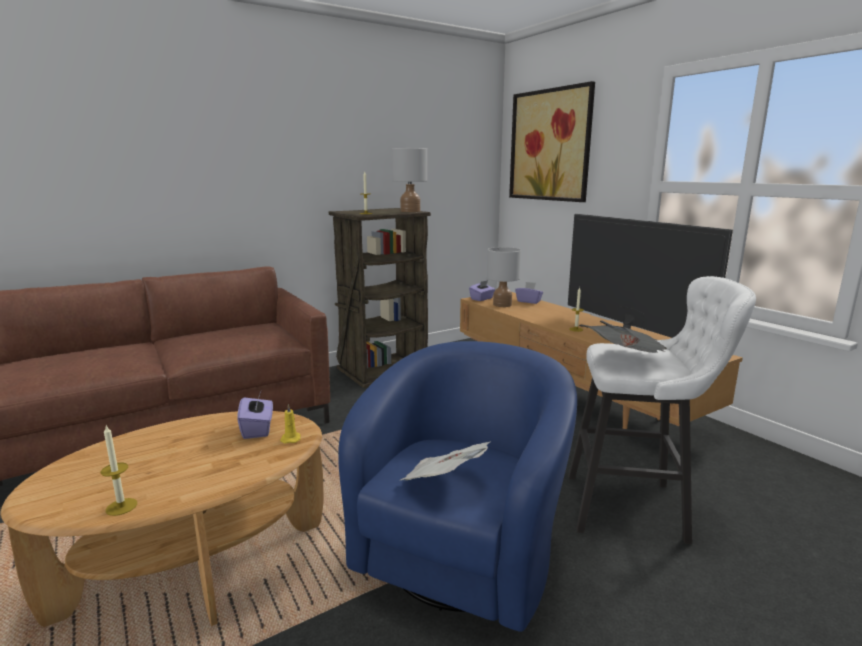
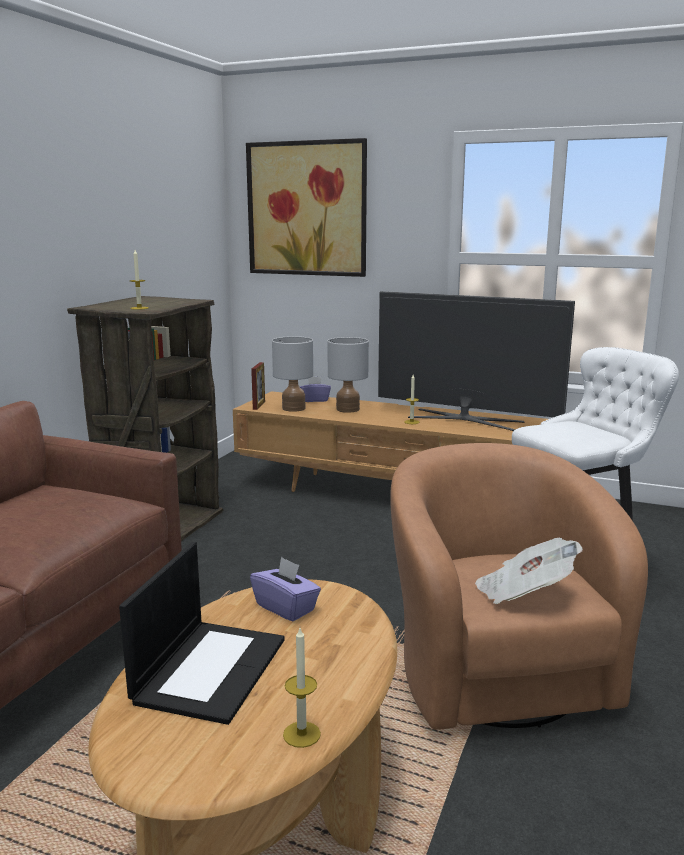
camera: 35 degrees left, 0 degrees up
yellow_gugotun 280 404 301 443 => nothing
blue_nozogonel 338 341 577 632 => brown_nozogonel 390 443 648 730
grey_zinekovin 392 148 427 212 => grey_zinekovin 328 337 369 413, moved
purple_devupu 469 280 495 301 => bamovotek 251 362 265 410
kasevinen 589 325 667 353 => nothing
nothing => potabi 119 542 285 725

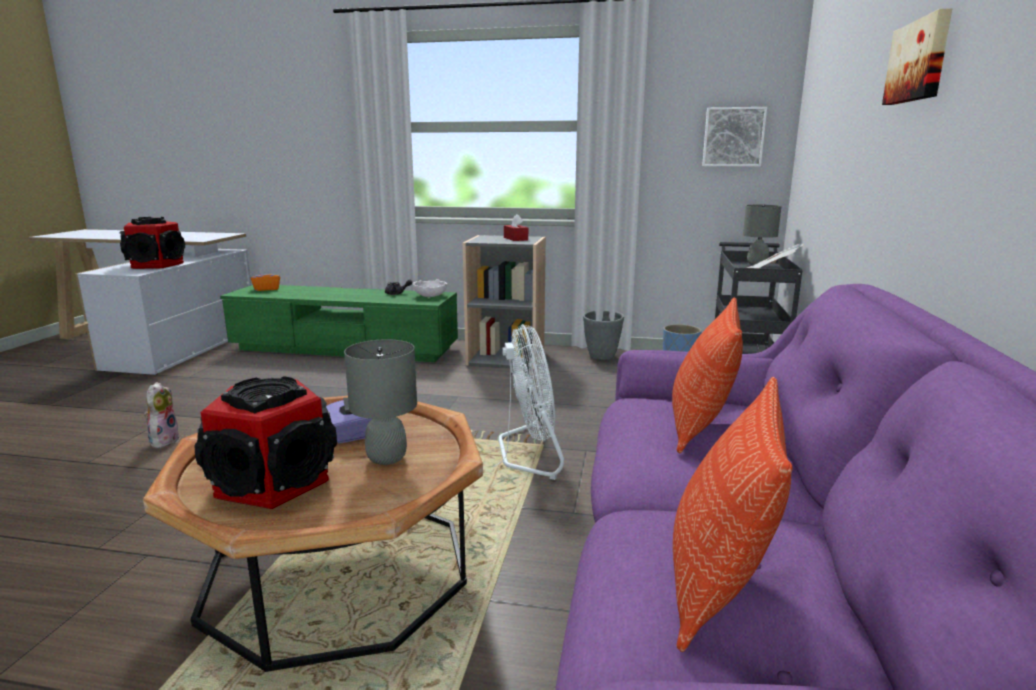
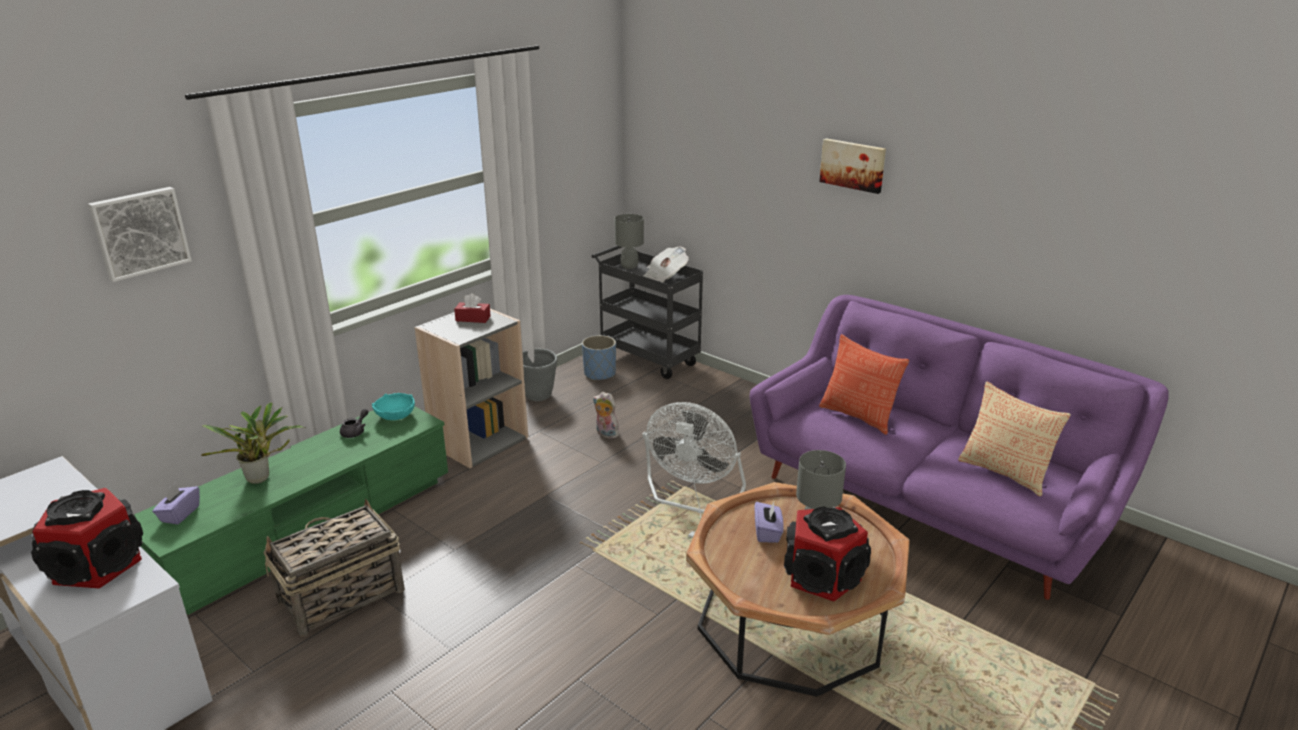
camera: 60 degrees left, 10 degrees up
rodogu 144 382 181 448 => rodogu 593 392 619 439, moved
orange_devupu 251 268 280 291 => purple_devupu 152 483 200 524
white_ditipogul 412 279 447 297 => turquoise_ditipogul 372 393 415 420
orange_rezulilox 673 377 793 652 => beige_rezulilox 958 382 1071 496
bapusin 702 107 767 167 => bapusin 88 187 192 282, moved
nothing => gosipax 201 402 305 484
nothing => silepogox 264 499 405 637

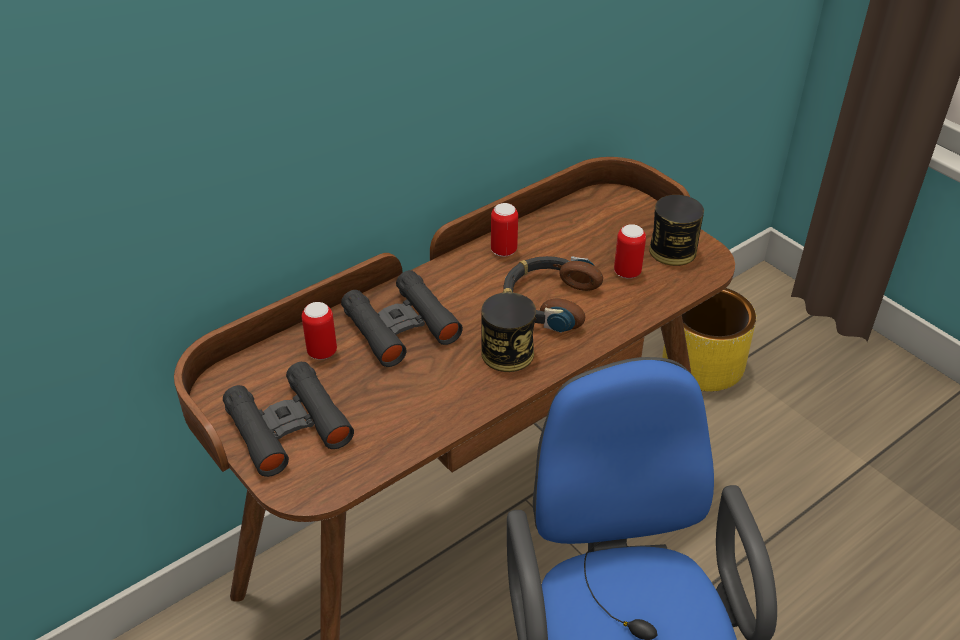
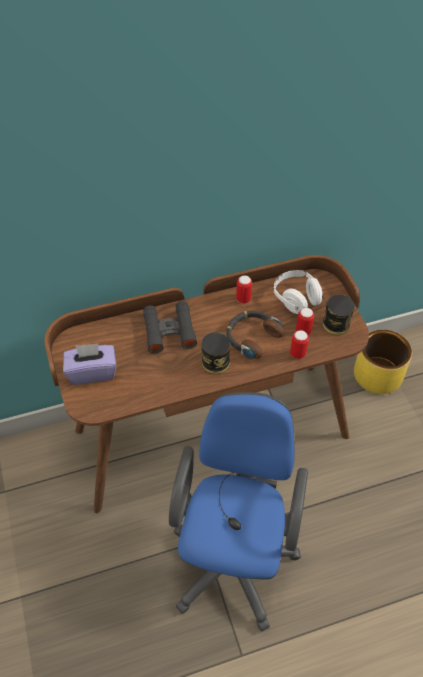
camera: 20 degrees right, 10 degrees up
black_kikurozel 223 362 354 477 => purple_devupu 63 343 116 385
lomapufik 302 302 337 360 => lomapufik 290 330 309 359, moved
nothing => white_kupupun 273 270 324 314

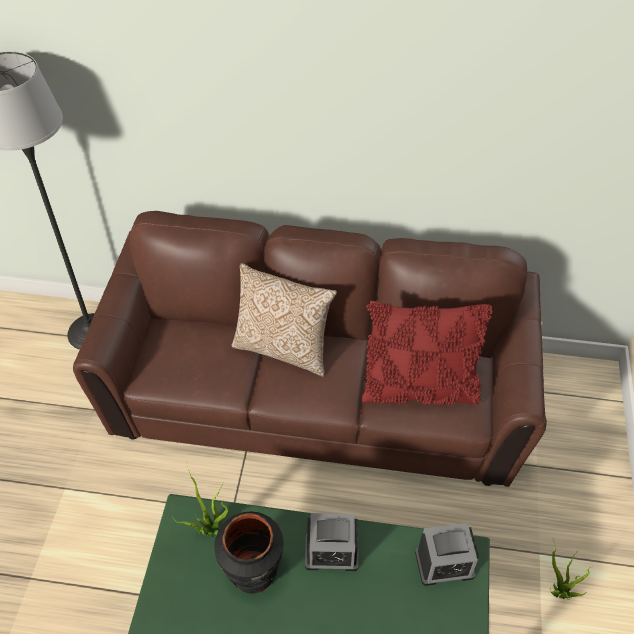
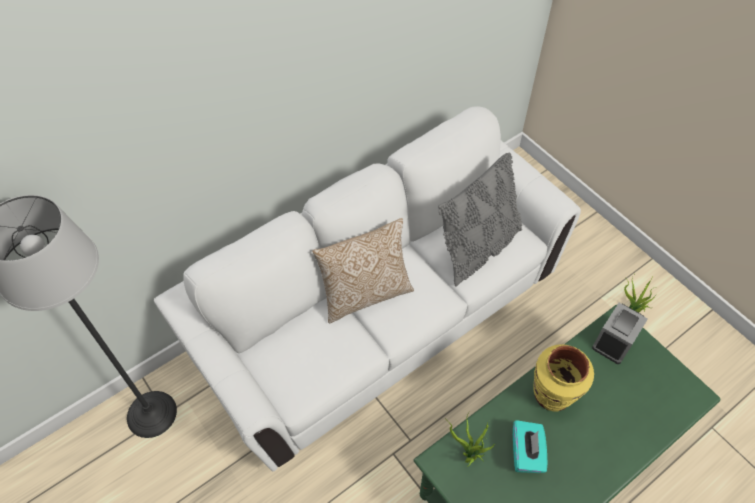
camera: 45 degrees left, 5 degrees up
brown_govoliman 73 211 547 487 => white_govoliman 154 106 581 471
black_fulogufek 214 512 284 594 => turquoise_devupu 513 420 547 473
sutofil 305 513 359 571 => yellow_fulogufek 534 344 594 412
red_rezulilox 362 301 493 406 => grey_rezulilox 438 153 522 287

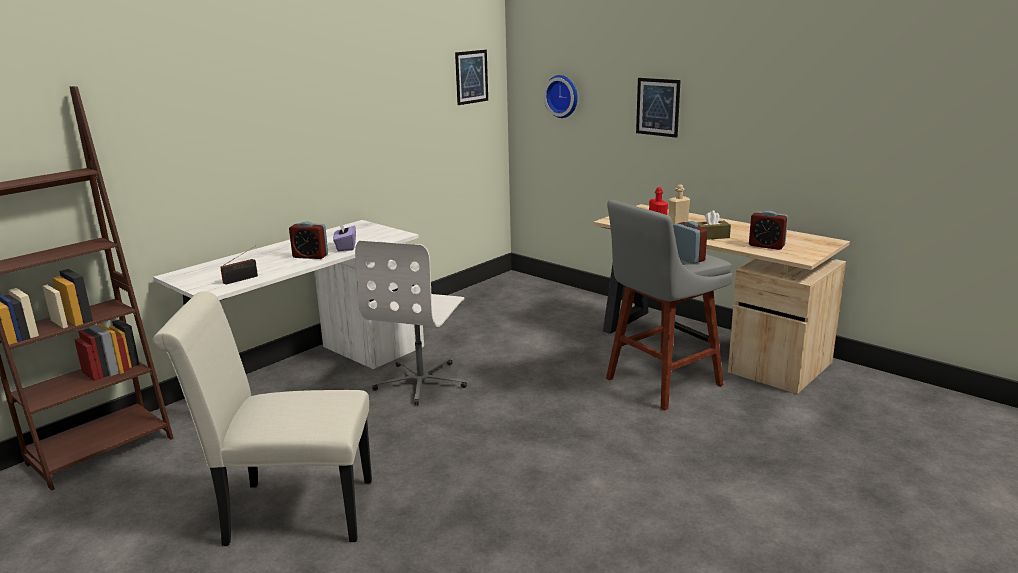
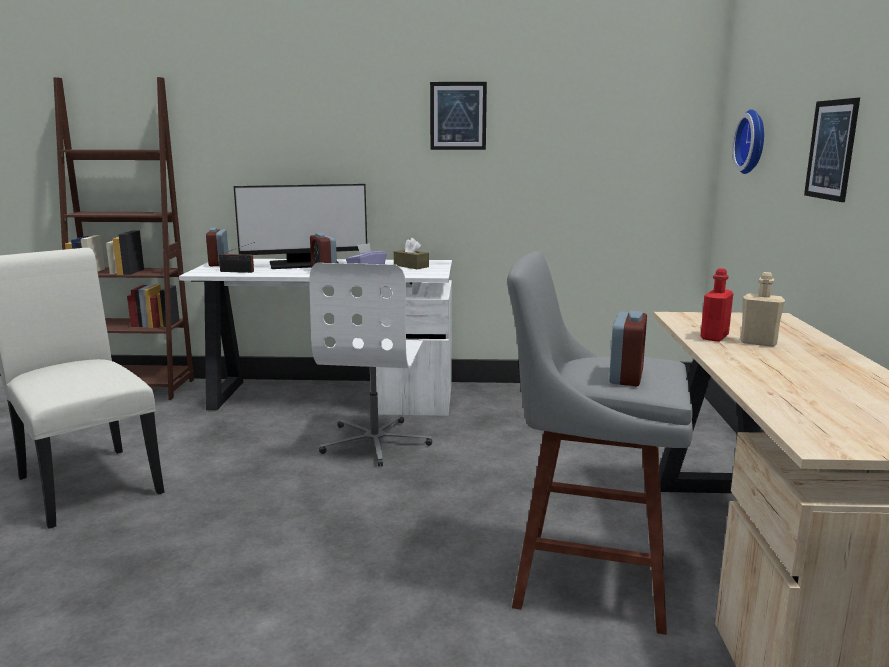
camera: 50 degrees right, 5 degrees down
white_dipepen 355 240 467 405 => white_dipepen 309 263 432 467, 60 degrees counterclockwise
bapusin 455 50 488 105 => bapusin 430 82 487 150, moved
brown_devupu 696 210 731 240 => brown_devupu 394 238 429 269, moved
sutofil 749 211 788 250 => sutofil 206 227 229 266, moved
nothing => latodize 234 184 367 269

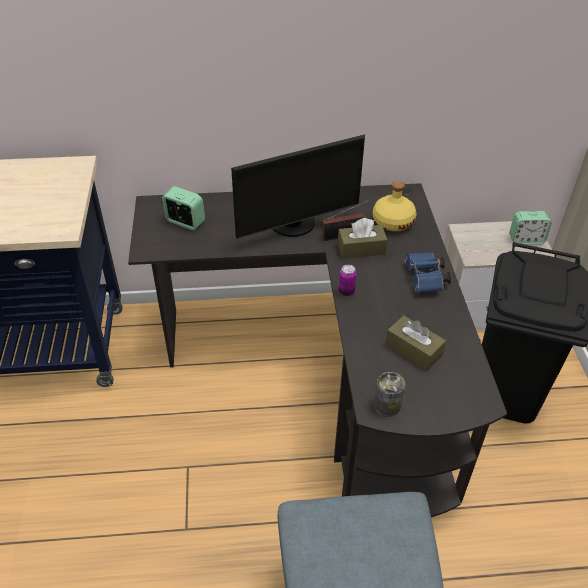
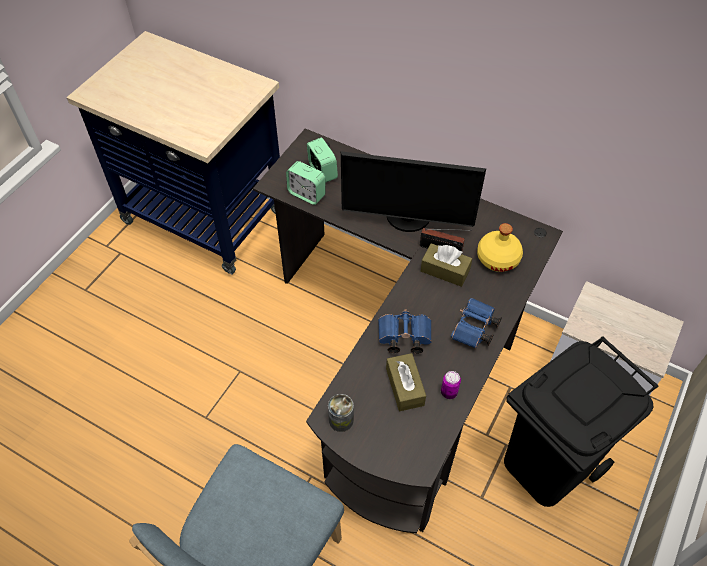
camera: 35 degrees right, 10 degrees up
lomapufik 339 265 357 296 => lomapufik 441 371 461 399, moved
sutofil 509 211 552 245 => sutofil 286 161 326 205, moved
nothing => blue_kikurozel 378 310 431 354

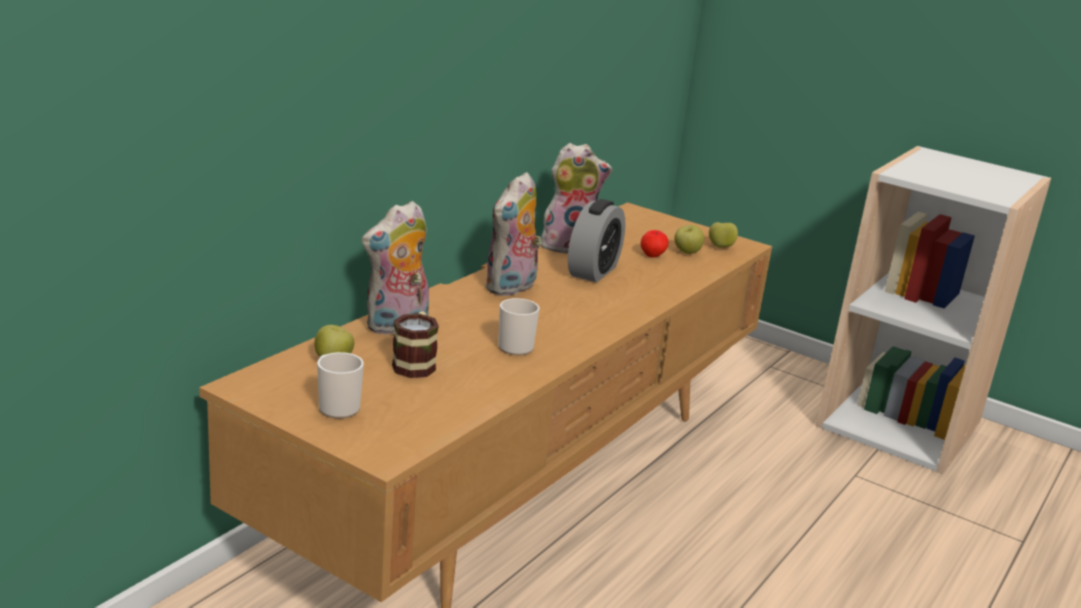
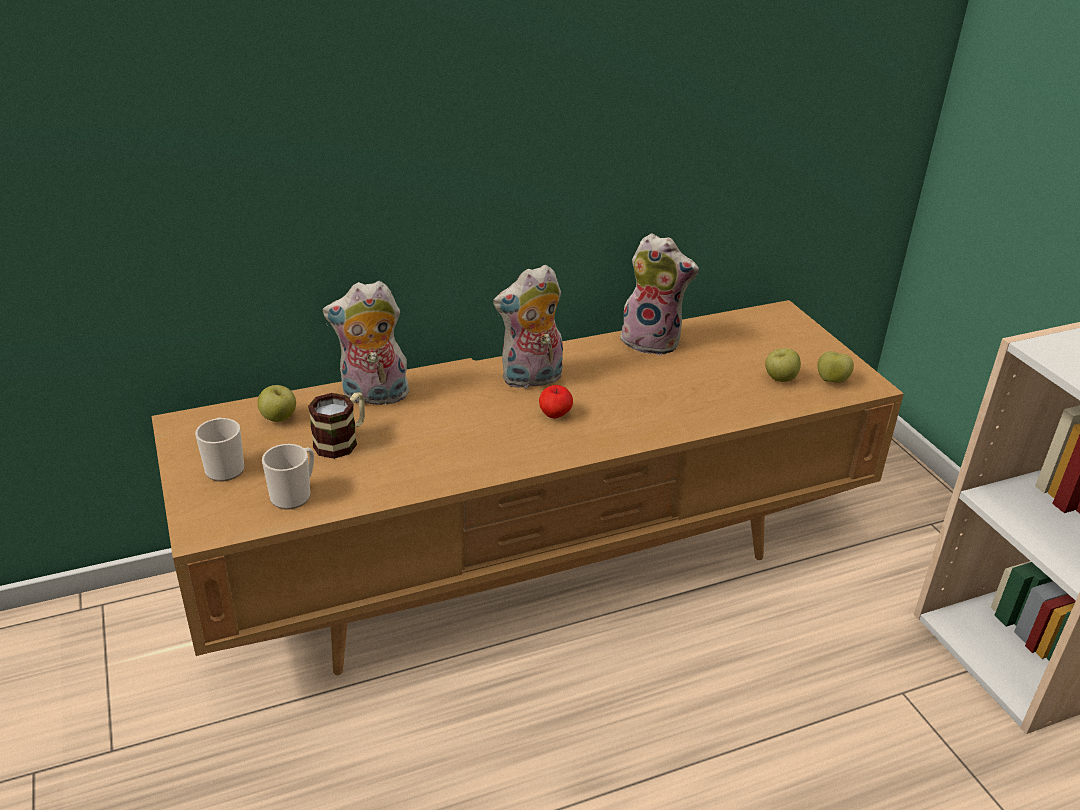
camera: 35 degrees right, 10 degrees up
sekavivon 498 298 540 355 => sekavivon 262 444 314 510, moved
sutofil 568 199 625 283 => nothing
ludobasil 640 230 669 258 => ludobasil 539 385 573 418, moved

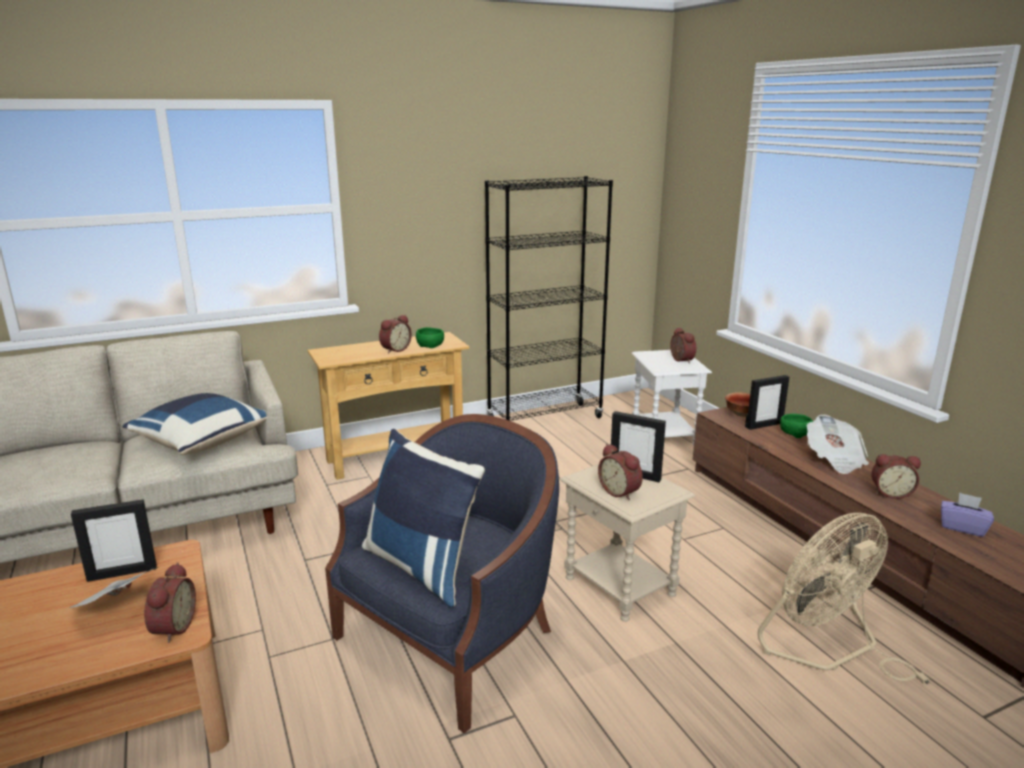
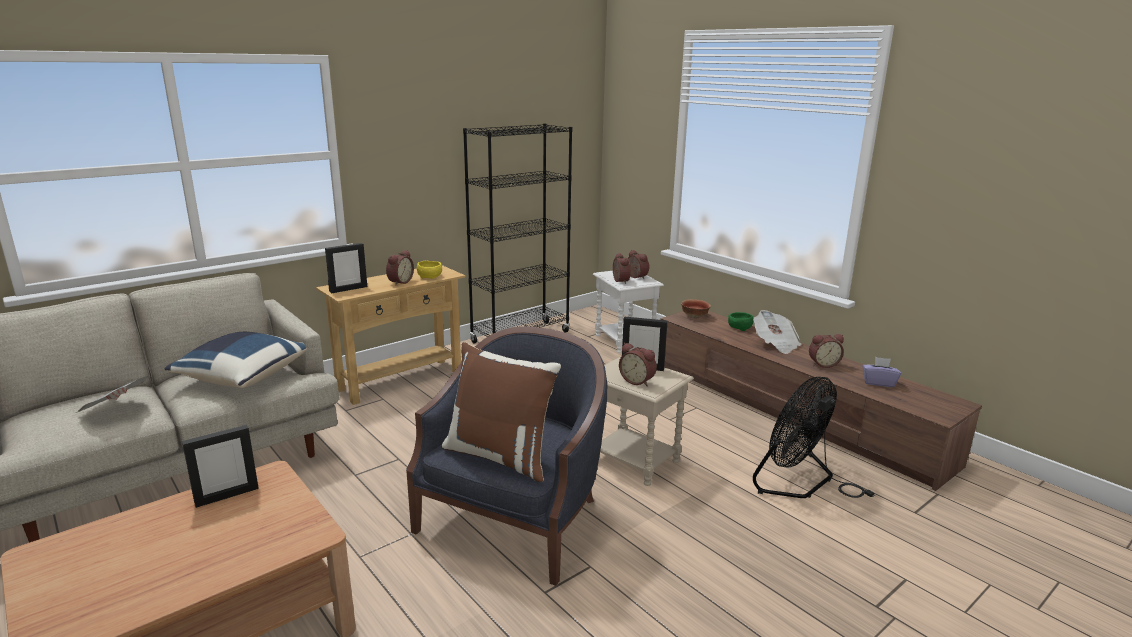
camera: 15 degrees left, 0 degrees up
kasevinen 70 567 158 608 => kasevinen 76 376 148 413, moved
sutofil 144 562 196 643 => sutofil 613 253 631 284, moved
blue_rezulilox 362 429 485 607 => brown_rezulilox 441 342 561 482
green_ditipogul 416 327 444 348 => yellow_ditipogul 417 261 442 279
bamovotek 745 375 789 430 => bamovotek 325 243 367 293, moved
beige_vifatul 758 513 930 684 => black_vifatul 753 377 874 498

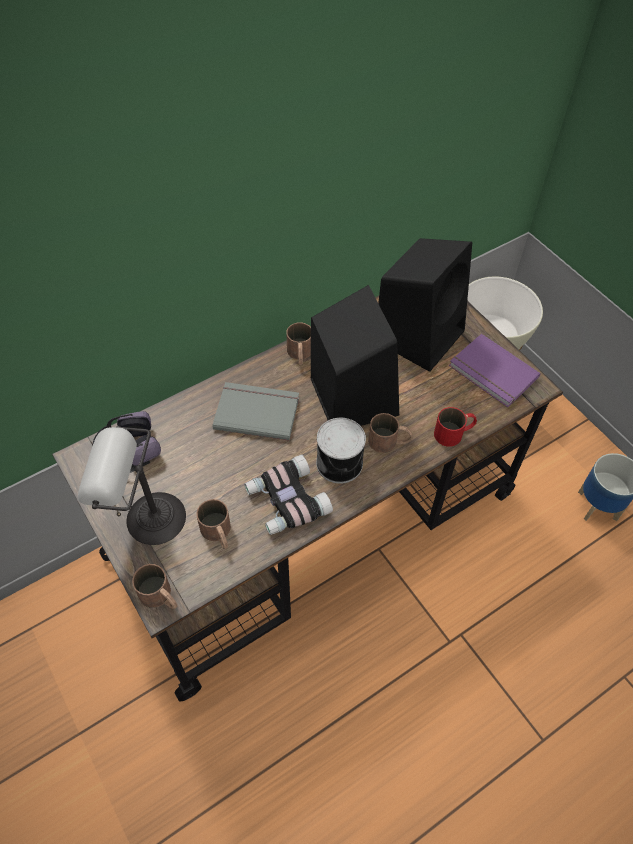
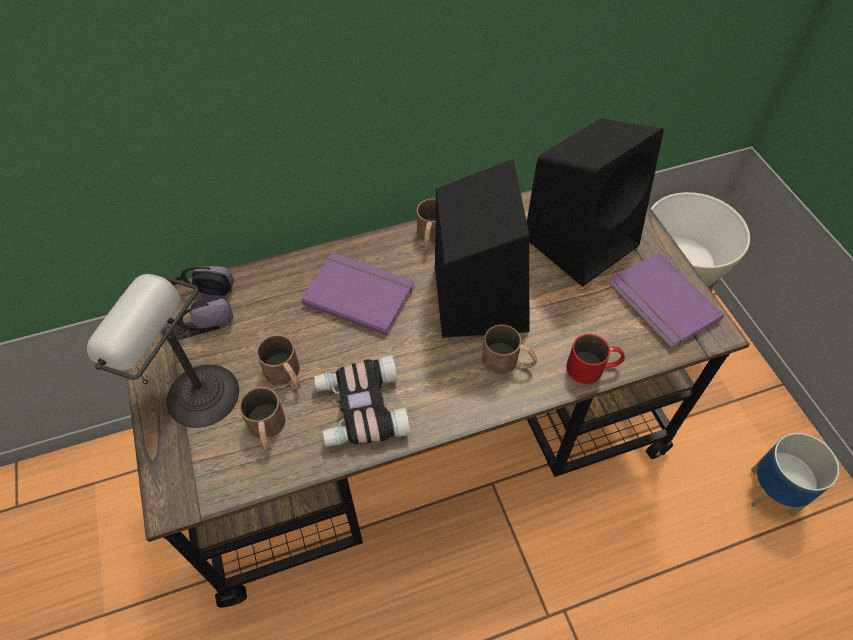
camera: 15 degrees right, 0 degrees up
brown_sekavivon 132 564 177 609 => brown_sekavivon 256 335 300 390, moved
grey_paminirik 212 382 299 441 => purple_paminirik 302 253 415 336
lomapufik 316 418 366 484 => nothing

